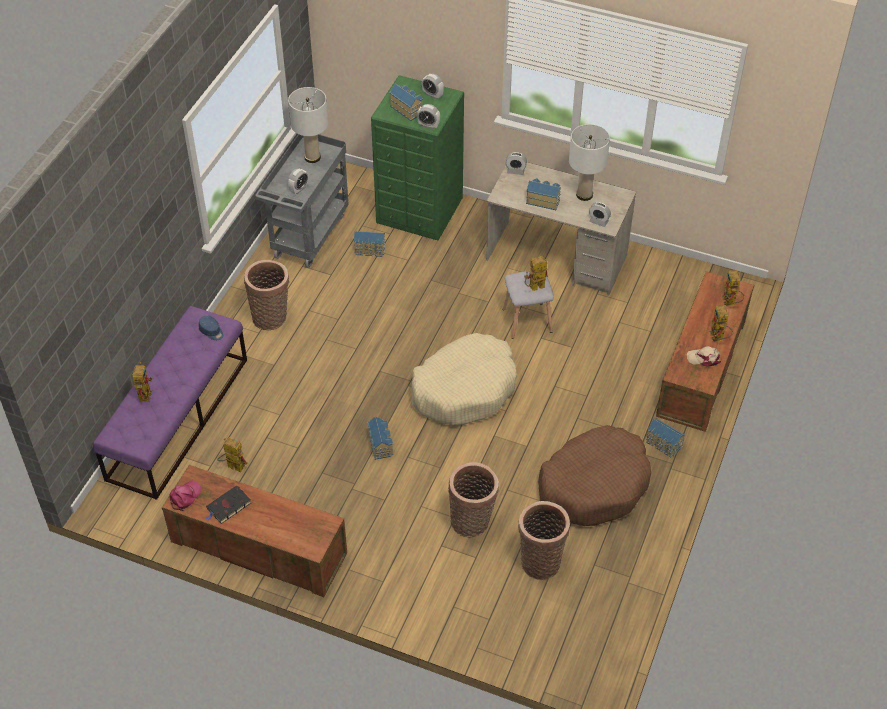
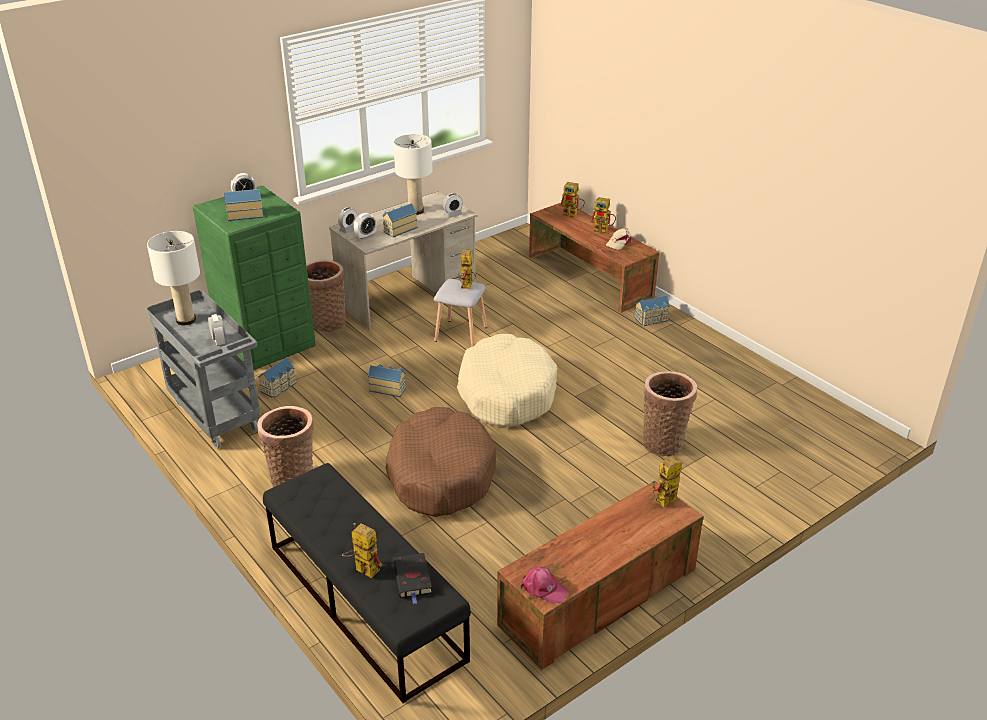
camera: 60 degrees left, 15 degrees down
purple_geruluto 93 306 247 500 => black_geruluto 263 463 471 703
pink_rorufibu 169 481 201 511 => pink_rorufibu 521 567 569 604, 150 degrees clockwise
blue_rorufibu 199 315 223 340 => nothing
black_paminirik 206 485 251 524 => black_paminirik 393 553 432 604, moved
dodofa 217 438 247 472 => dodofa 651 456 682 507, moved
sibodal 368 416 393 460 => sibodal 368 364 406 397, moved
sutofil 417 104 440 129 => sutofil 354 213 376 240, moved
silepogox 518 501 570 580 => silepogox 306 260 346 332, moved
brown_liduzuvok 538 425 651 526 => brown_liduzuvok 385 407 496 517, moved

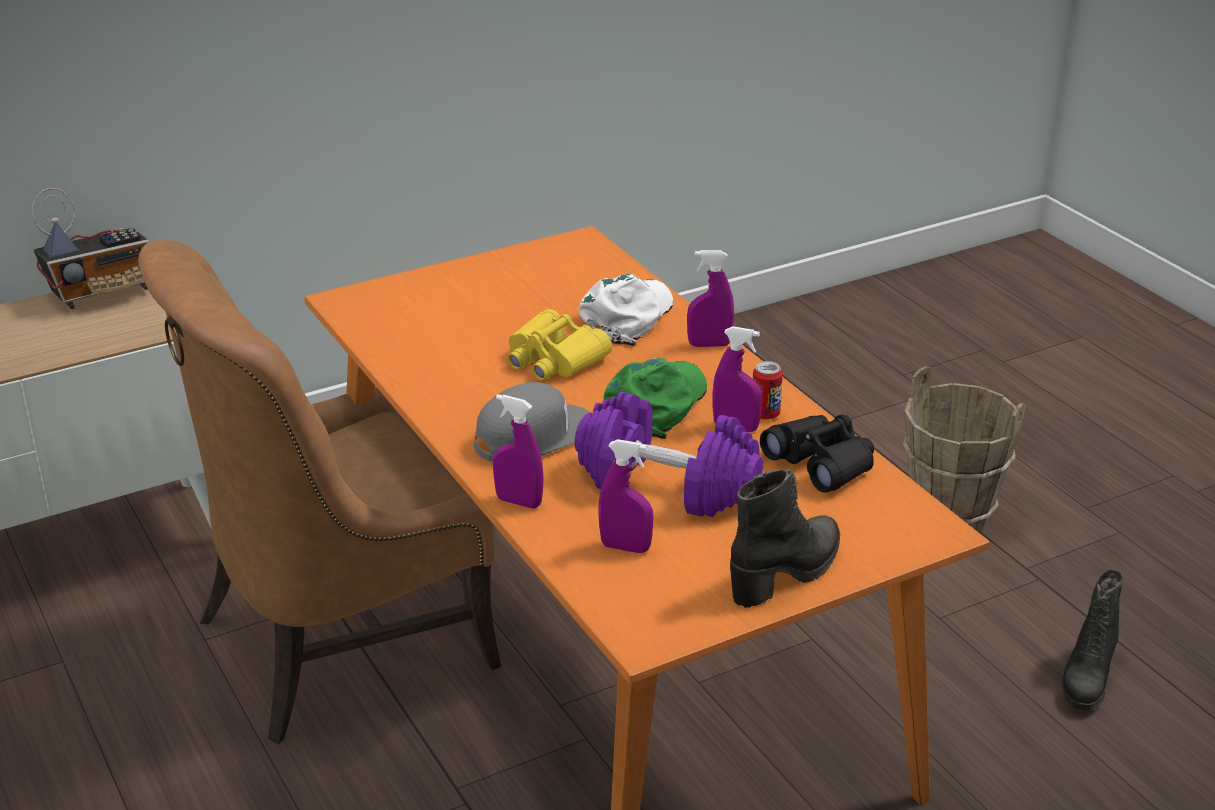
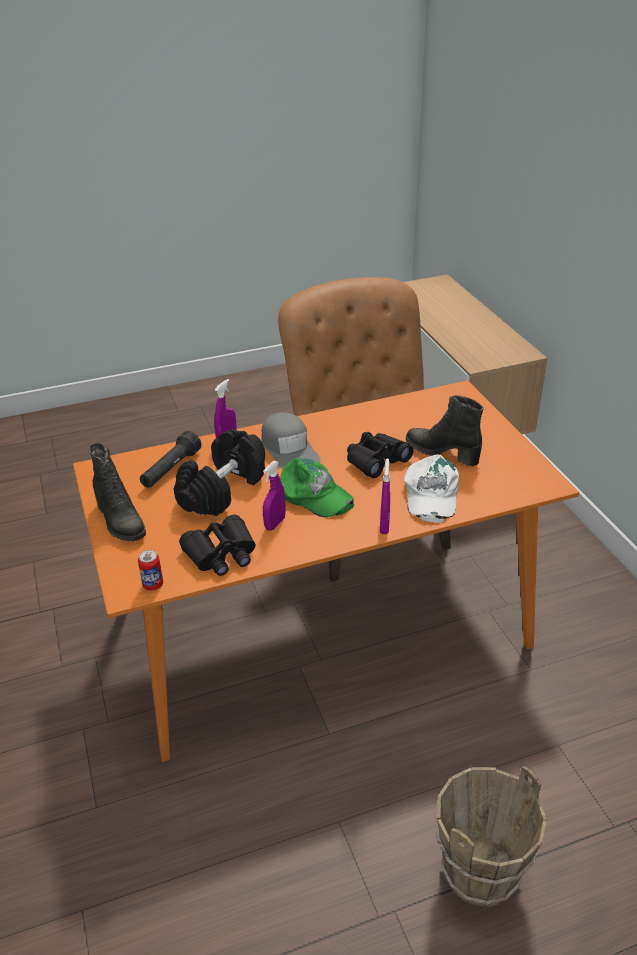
camera: 100 degrees right, 5 degrees up
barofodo 32 188 149 309 => nothing
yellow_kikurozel 508 309 612 380 => black_kikurozel 347 432 413 478
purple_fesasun 575 392 763 517 => black_fesasun 174 429 265 516
white_rorufibu 578 274 673 346 => white_rorufibu 404 454 459 523, 60 degrees clockwise
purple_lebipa 598 439 653 553 => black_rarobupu 140 431 202 488
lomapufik 753 361 783 420 => lomapufik 138 550 163 591, moved
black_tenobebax 1061 569 1122 711 => black_tenobebax 406 395 484 466, moved

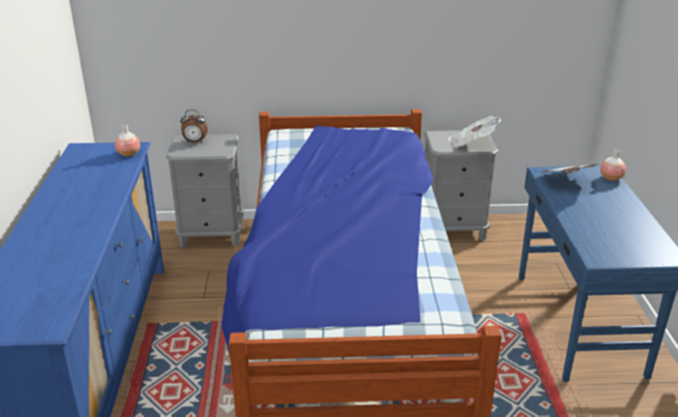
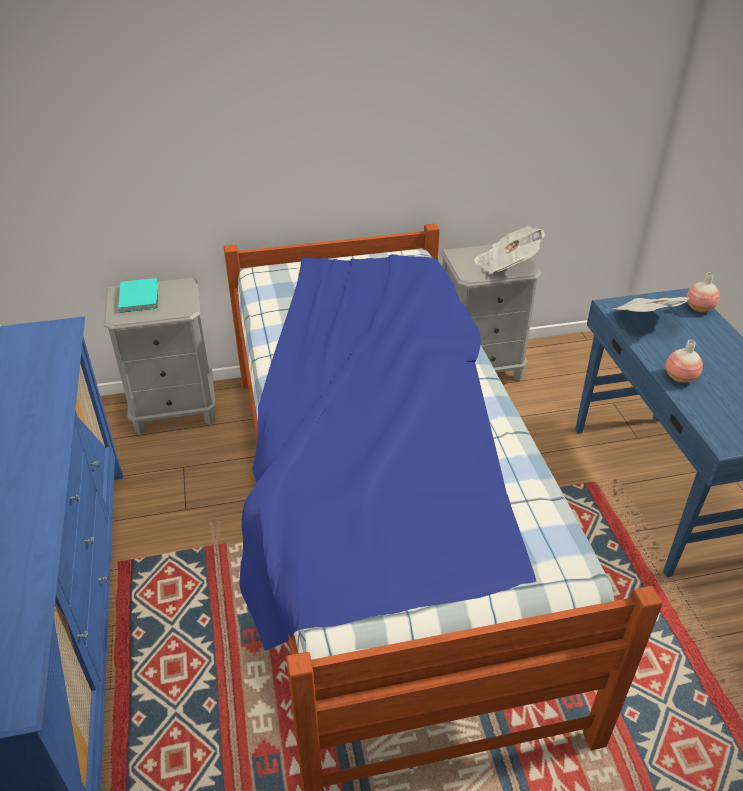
camera: 10 degrees left, 10 degrees up
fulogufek 115 124 140 157 => fulogufek 666 340 703 383, moved
sutofil 180 110 208 143 => turquoise_paminirik 118 278 158 313

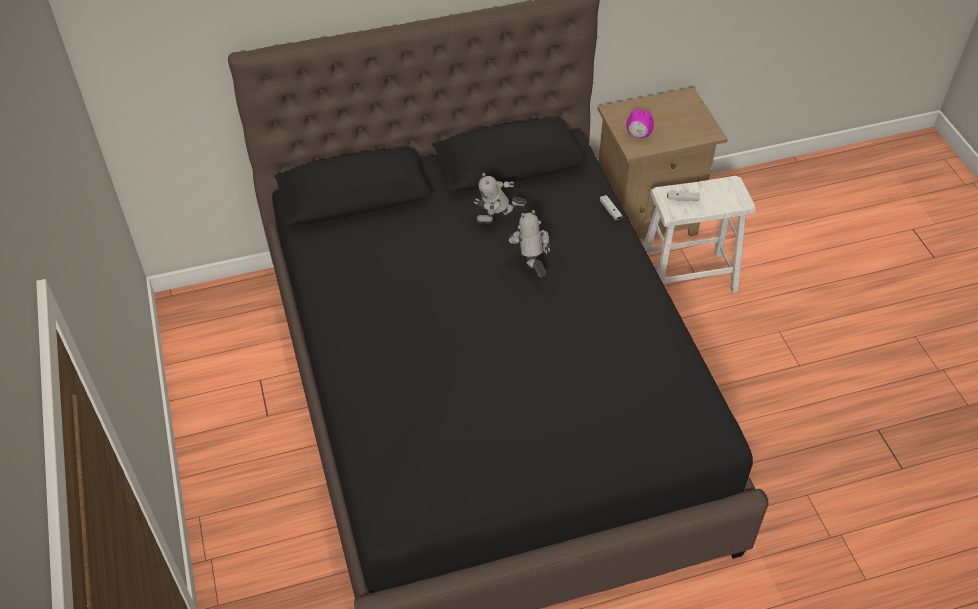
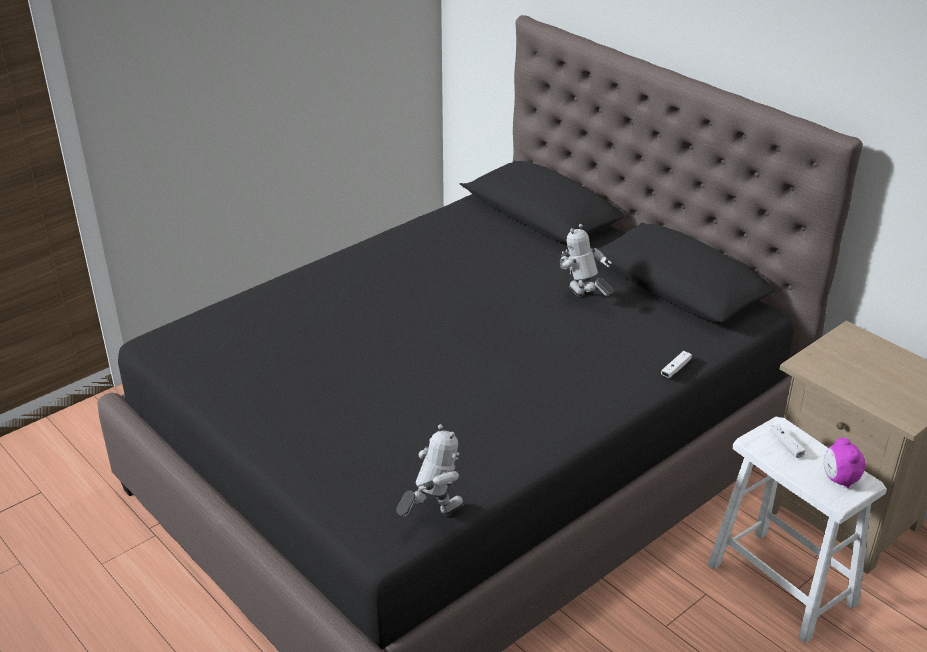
camera: 65 degrees right, 15 degrees down
dodofa 509 210 550 277 => dodofa 396 424 464 517, moved
sutofil 627 109 654 138 => sutofil 824 438 865 489, moved

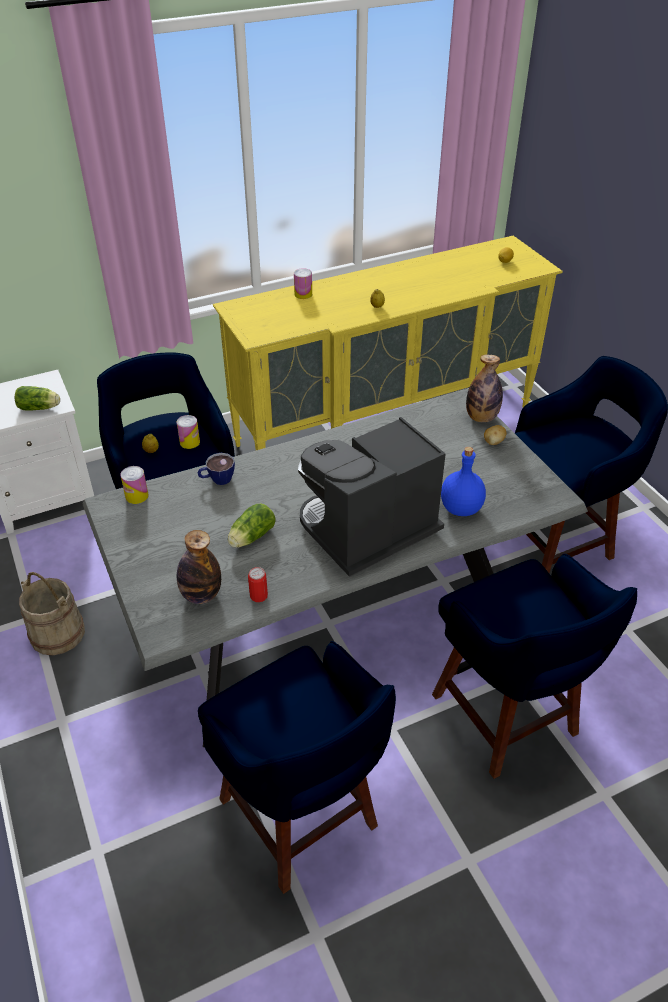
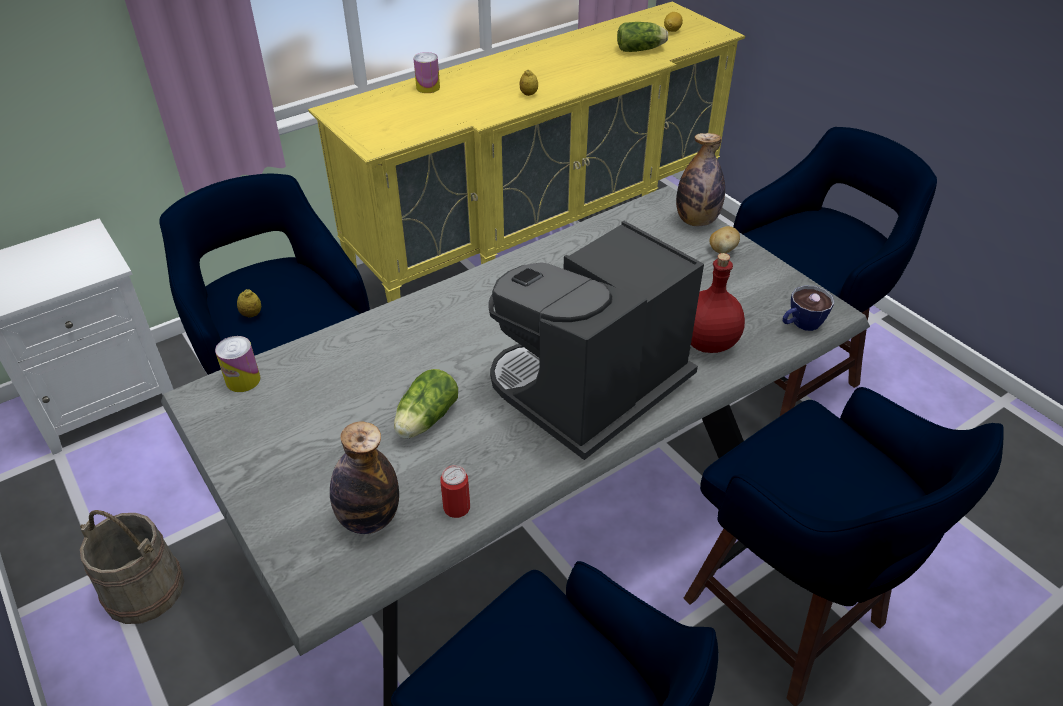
camera: 10 degrees left, 0 degrees up
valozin 15 386 60 411 => valozin 617 22 668 52, moved
lomapufik 177 415 200 449 => nothing
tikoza 197 453 235 485 => tikoza 783 285 834 331, moved
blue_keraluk 441 447 486 516 => red_keraluk 691 253 745 353

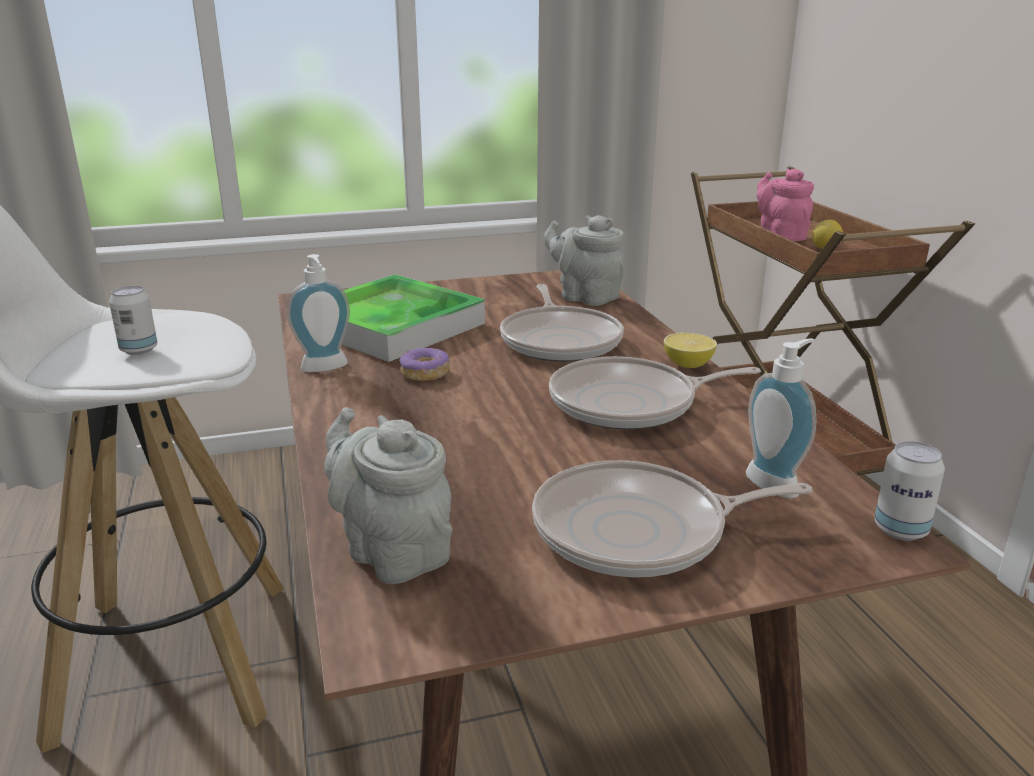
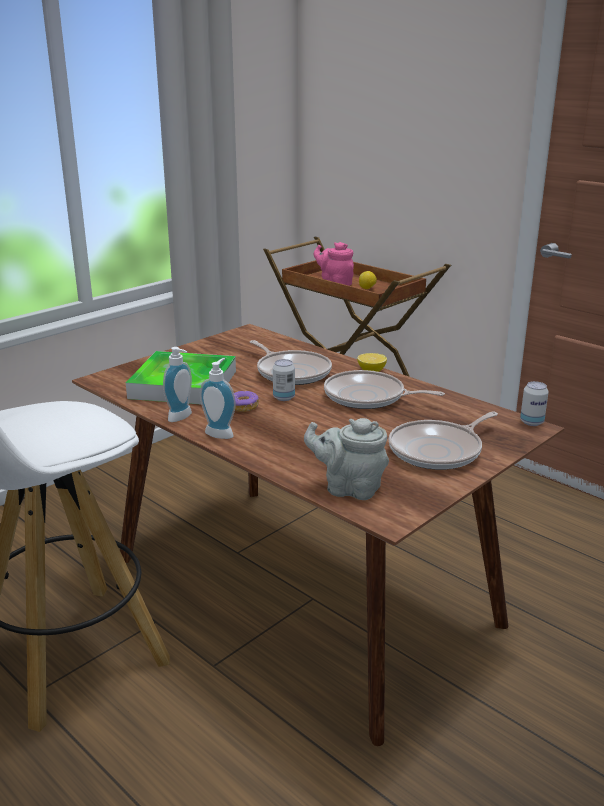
camera: 30 degrees left, 0 degrees up
lomapufik 109 286 158 355 => lomapufik 273 359 295 401, moved
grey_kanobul 544 215 624 306 => nothing
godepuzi 549 356 761 429 => godepuzi 324 370 445 409, 60 degrees clockwise
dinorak 746 338 816 498 => dinorak 200 358 236 439, moved

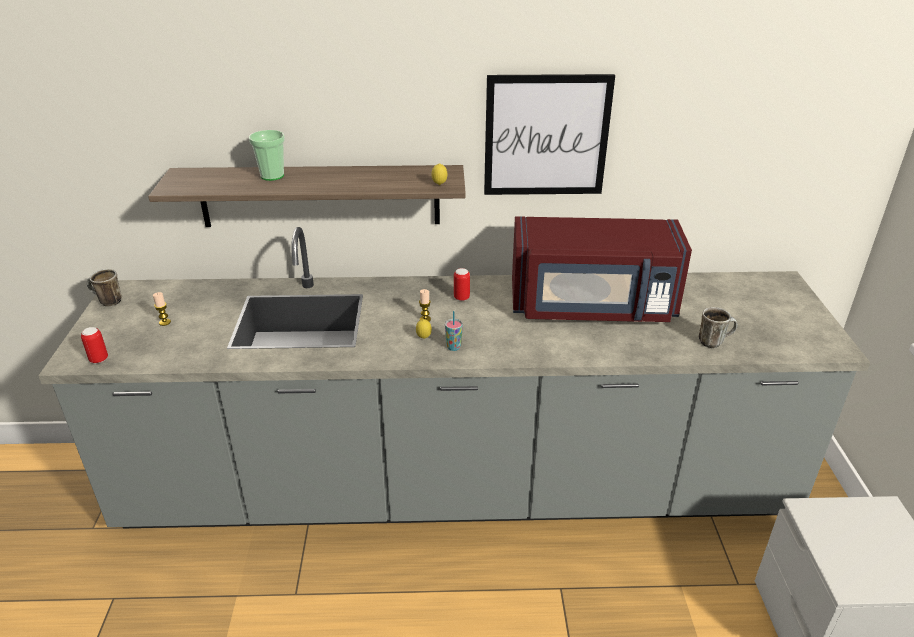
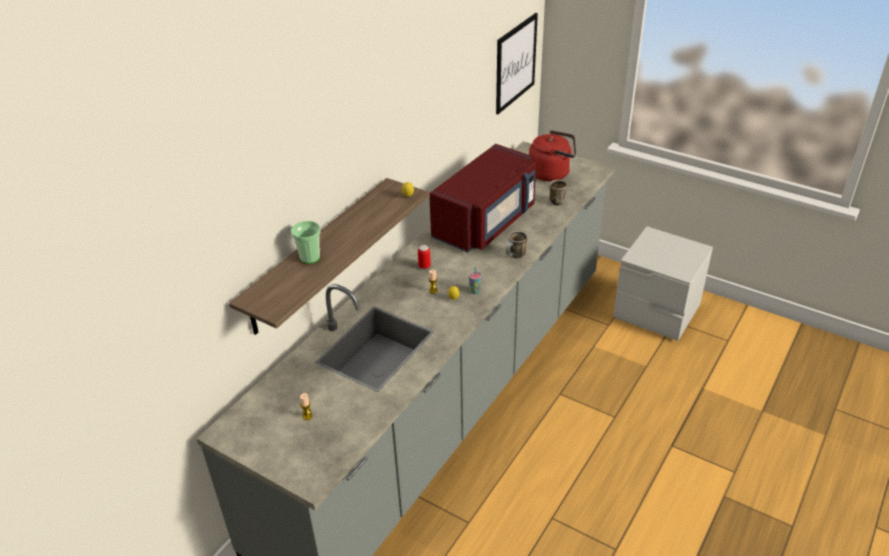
camera: 55 degrees left, 5 degrees up
lomapufik 81 327 108 364 => nothing
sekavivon 86 269 122 307 => sekavivon 506 231 527 258, moved
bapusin 484 74 615 195 => bapusin 496 13 538 114, moved
nothing => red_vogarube 529 130 576 181

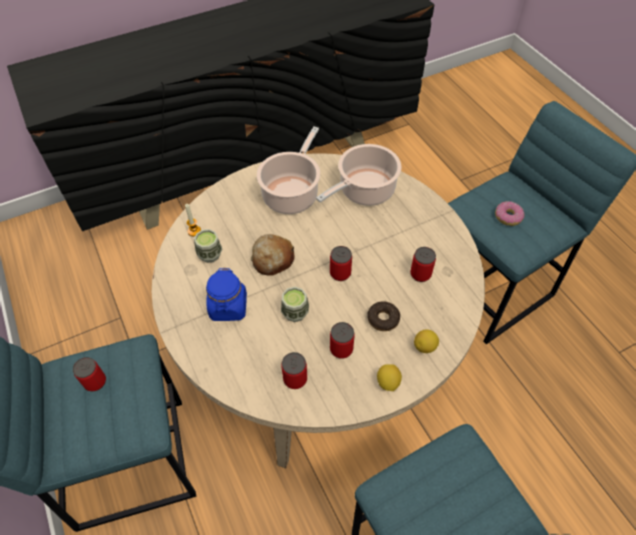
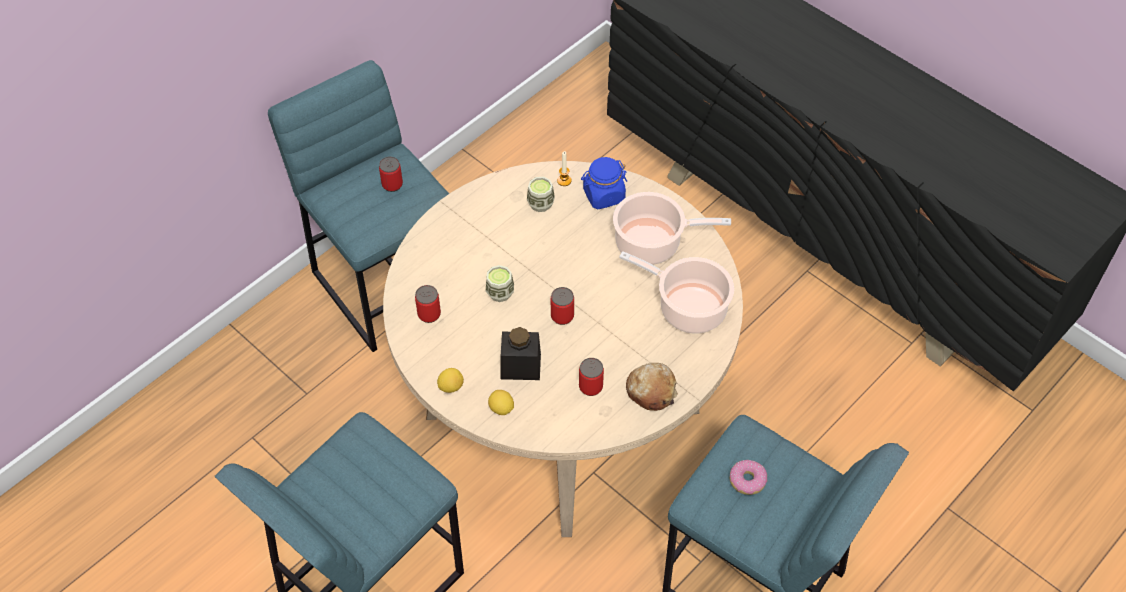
camera: 70 degrees right, 0 degrees up
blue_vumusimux 206 268 247 321 => blue_vumusimux 581 157 627 209, moved
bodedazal 251 234 294 276 => bodedazal 626 363 678 411, moved
lomapufik 330 322 355 359 => nothing
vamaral 367 301 400 331 => black_vumusimux 500 327 541 380

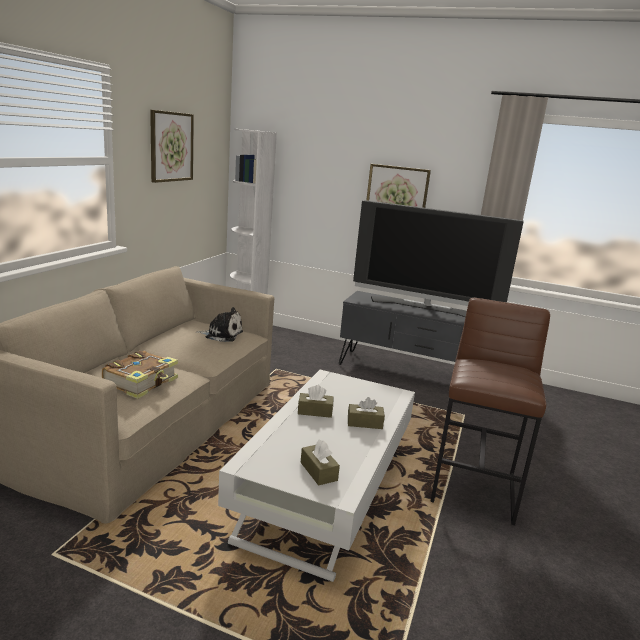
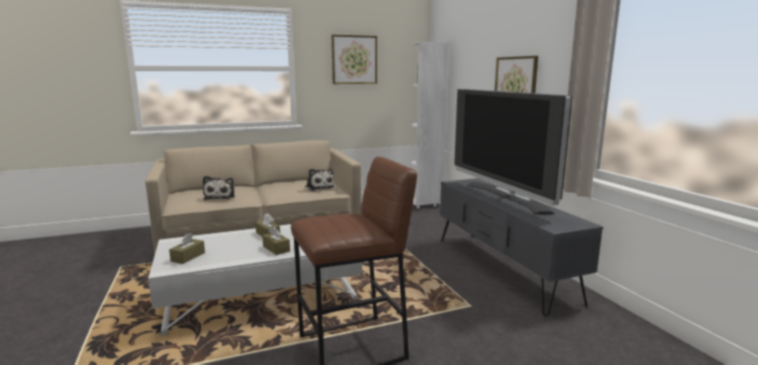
camera: 50 degrees right, 5 degrees down
paminirik 102 351 178 399 => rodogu 203 176 235 200

